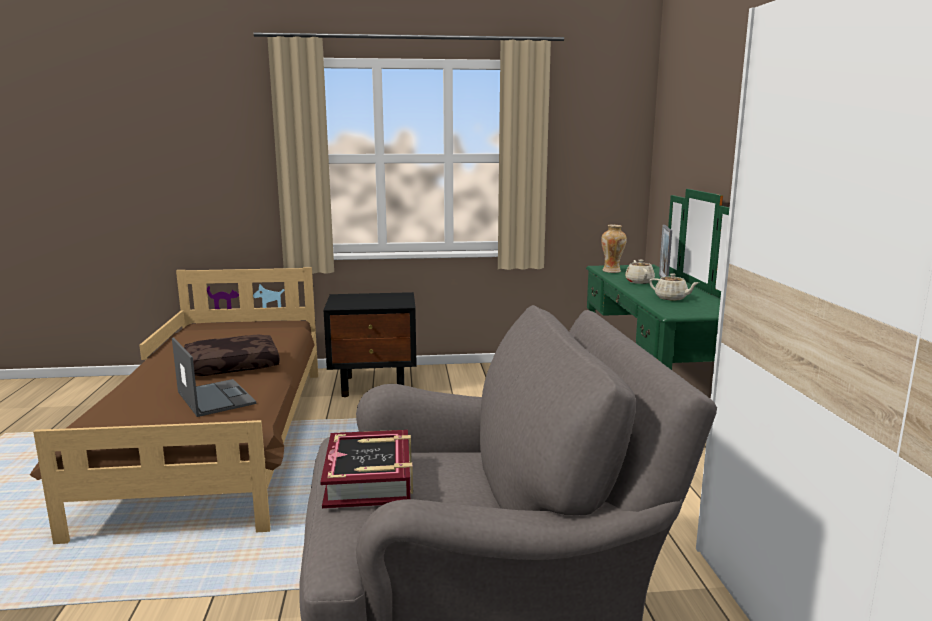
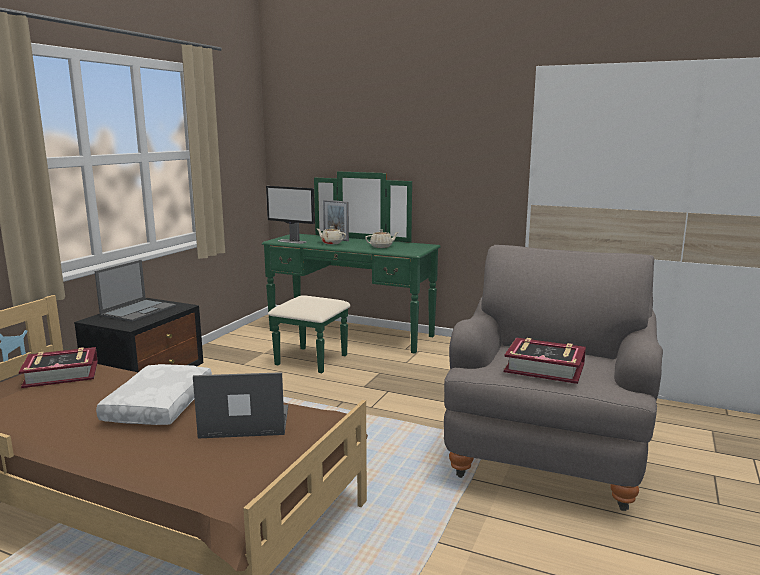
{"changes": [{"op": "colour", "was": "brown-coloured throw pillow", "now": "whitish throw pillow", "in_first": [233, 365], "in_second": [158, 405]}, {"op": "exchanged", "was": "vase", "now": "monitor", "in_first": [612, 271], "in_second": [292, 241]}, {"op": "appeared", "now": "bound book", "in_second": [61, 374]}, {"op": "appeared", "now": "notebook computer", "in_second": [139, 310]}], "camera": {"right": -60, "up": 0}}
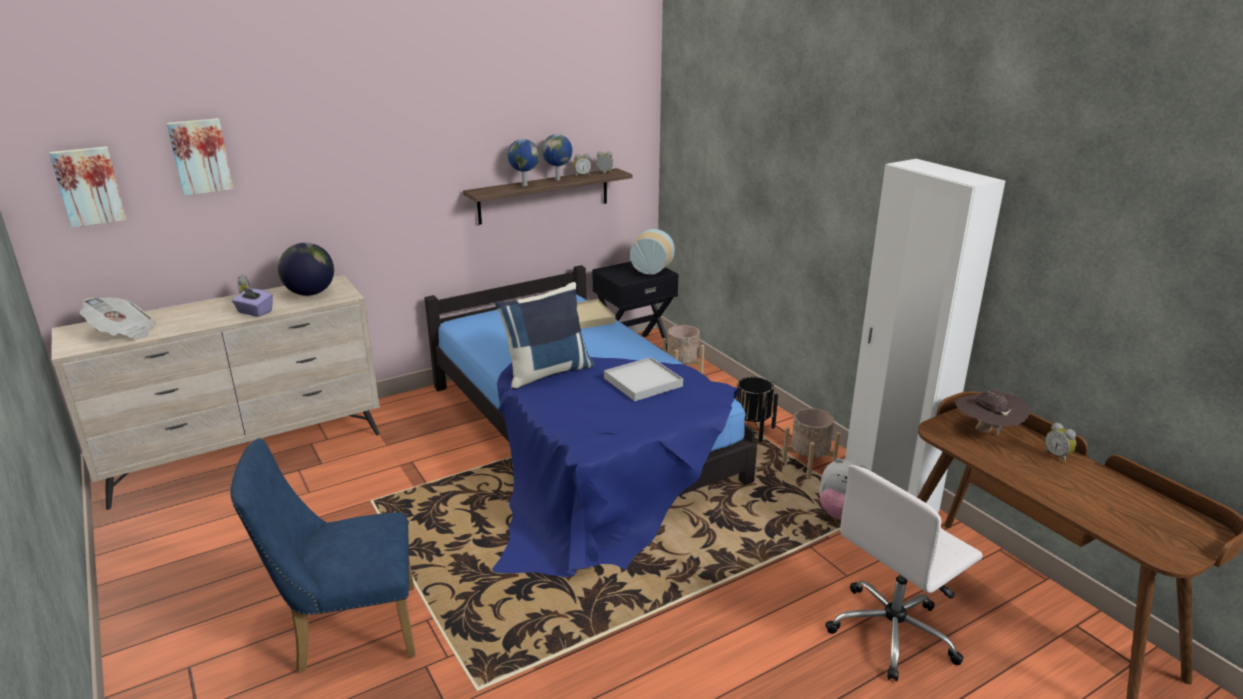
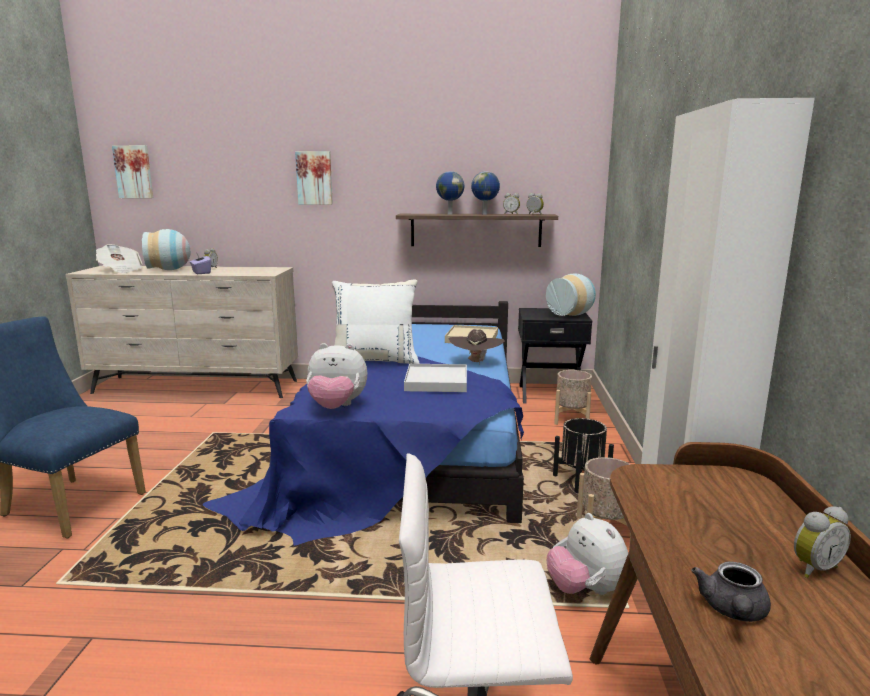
{"changes": [{"op": "relocated", "was": "wall picture", "in_first": [200, 156], "in_second": [314, 178]}, {"op": "missing", "was": "globe", "in_first": [310, 293]}, {"op": "colour", "was": "bluish throw pillow", "now": "whitish throw pillow", "in_first": [547, 372], "in_second": [375, 360]}, {"op": "relocated", "was": "brown-coloured hat", "in_first": [985, 431], "in_second": [476, 362]}, {"op": "spun", "was": "bedside clock", "in_first": [1057, 456], "in_second": [813, 568], "clockwise": -120}, {"op": "appeared", "now": "vase", "in_second": [169, 270]}, {"op": "appeared", "now": "cuddly toy", "in_second": [336, 407]}, {"op": "appeared", "now": "greyish pot for tea", "in_second": [732, 611]}], "camera": {"right": 35, "up": -10}}
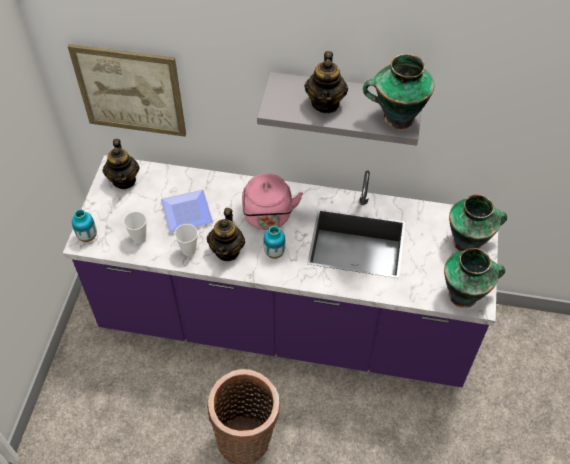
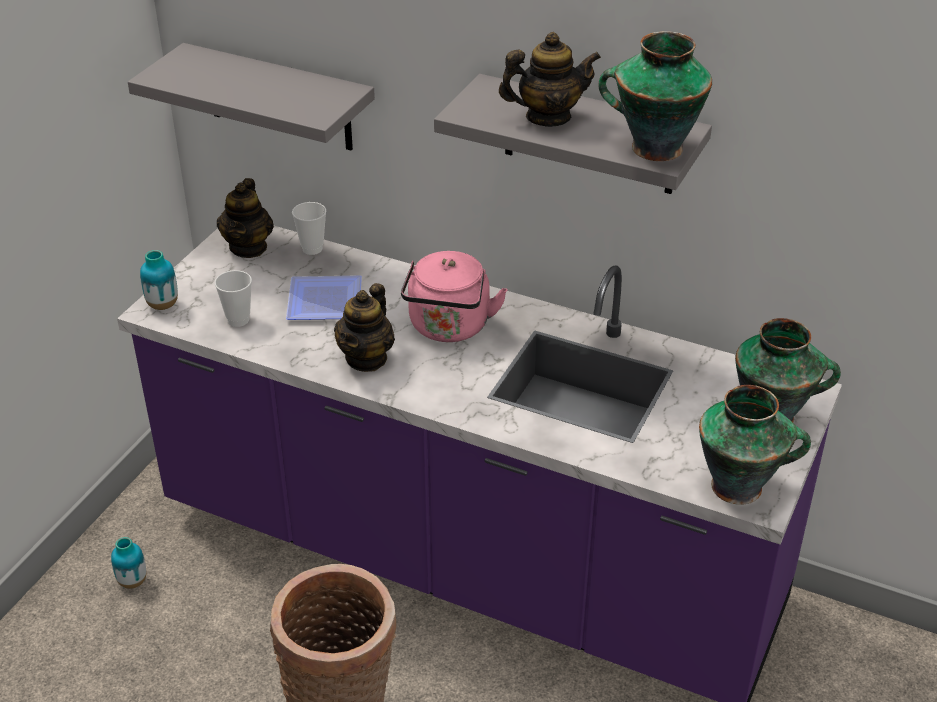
{"changes": [{"op": "exchanged", "was": "wall picture", "now": "greyish shelf", "in_first": [130, 91], "in_second": [279, 98]}, {"op": "relocated", "was": "cup", "in_first": [189, 250], "in_second": [312, 249]}, {"op": "relocated", "was": "vase", "in_first": [274, 253], "in_second": [132, 581]}, {"op": "spun", "was": "pot for tea", "in_first": [325, 103], "in_second": [548, 117], "clockwise": -120}], "camera": {"right": 15, "up": -15}}
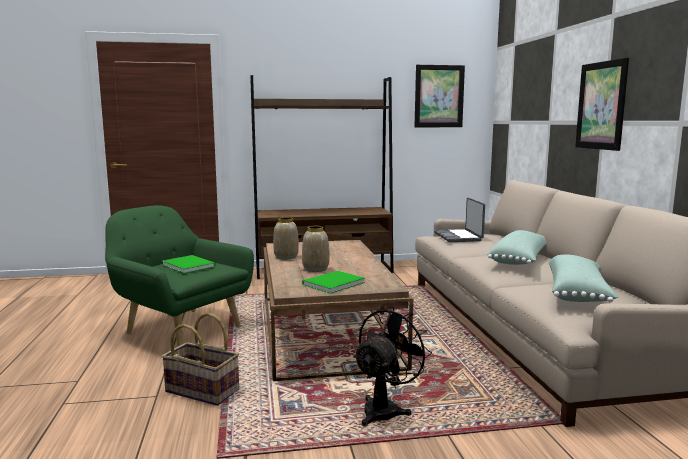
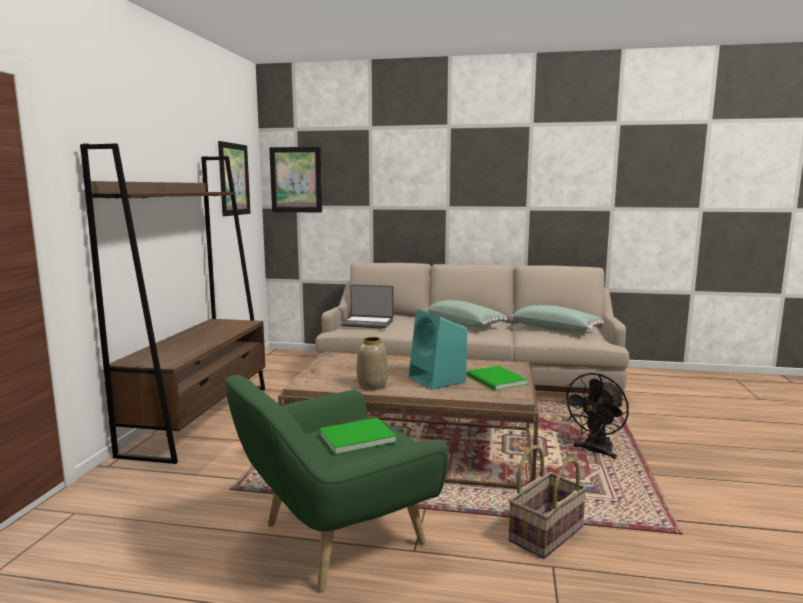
{"changes": [{"op": "exchanged", "was": "vase", "now": "turquoise loudspeaker", "in_first": [315, 269], "in_second": [438, 380]}, {"op": "spun", "was": "black-coloured fan", "in_first": [385, 409], "in_second": [595, 452], "clockwise": -105}, {"op": "relocated", "was": "wall picture", "in_first": [601, 105], "in_second": [296, 180]}], "camera": {"right": -70, "up": 0}}
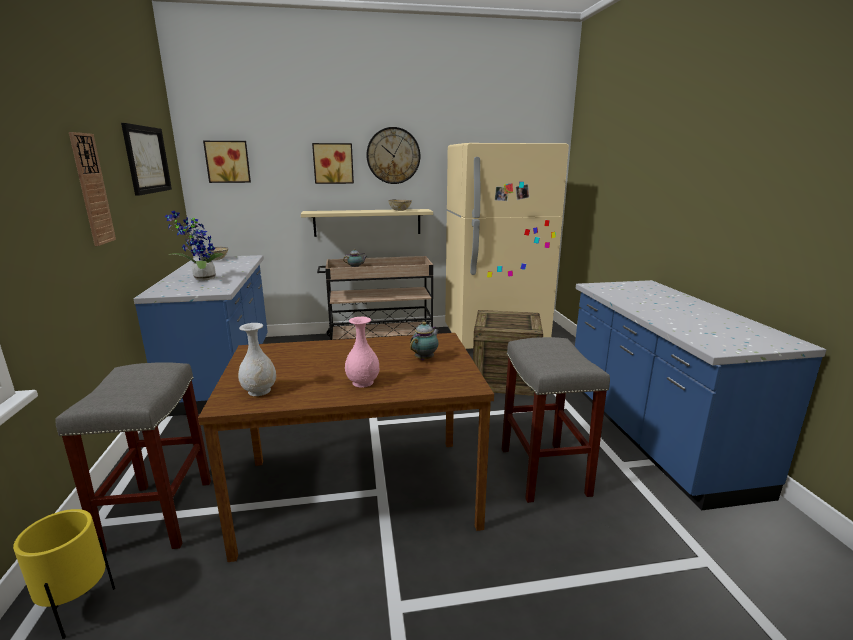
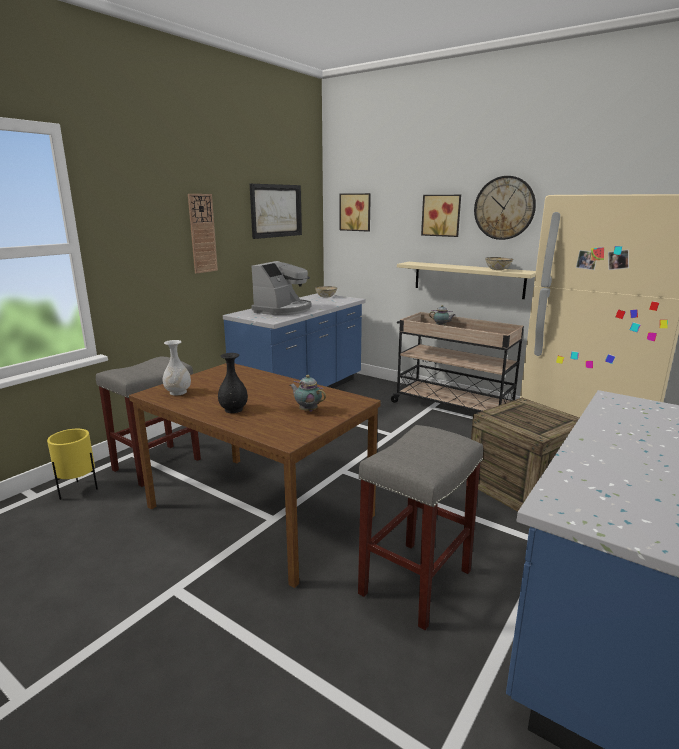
{"changes": [{"op": "exchanged", "was": "houseplant", "now": "coffee maker", "in_first": [202, 279], "in_second": [283, 310]}, {"op": "colour", "was": "pinkish vase", "now": "black-coloured vase", "in_first": [363, 382], "in_second": [234, 409]}, {"op": "spun", "was": "pot for tea", "in_first": [425, 358], "in_second": [307, 410], "clockwise": -135}], "camera": {"right": 45, "up": 0}}
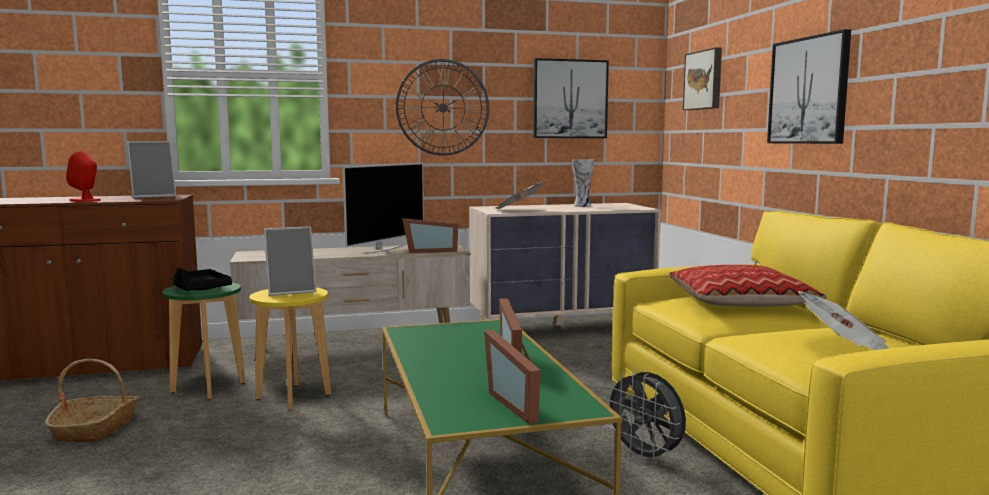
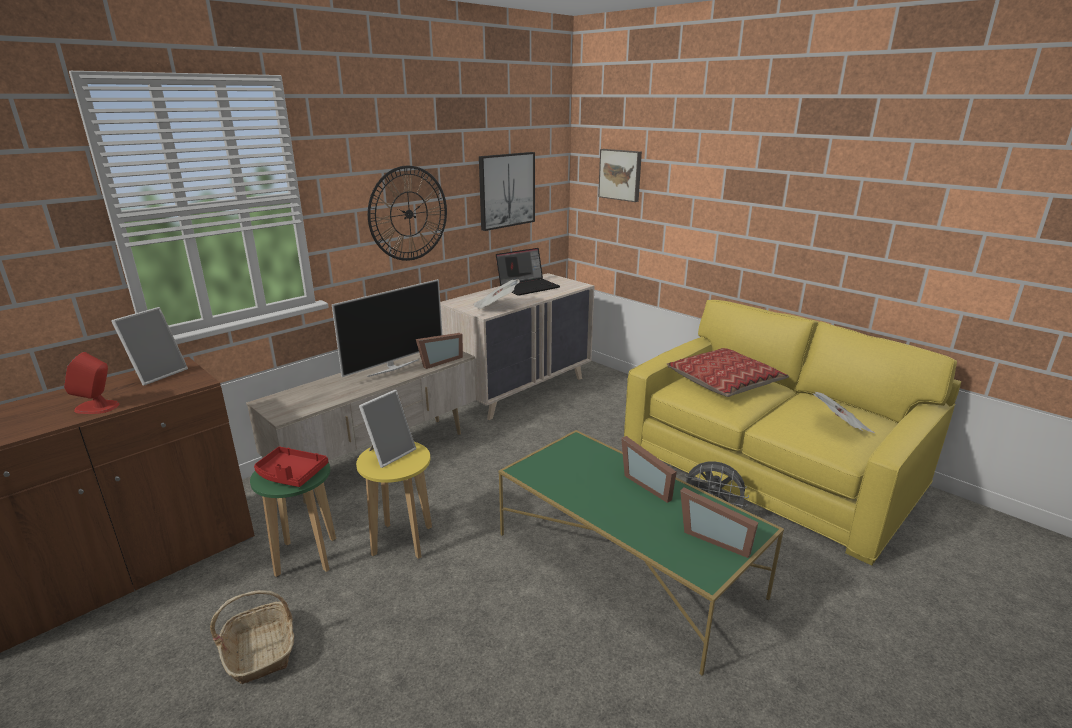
{"changes": [{"op": "colour", "was": "black-coloured tray", "now": "red-coloured tray", "in_first": [199, 289], "in_second": [290, 474]}, {"op": "spun", "was": "TV set", "in_first": [383, 249], "in_second": [393, 367], "clockwise": 45}, {"op": "exchanged", "was": "vase", "now": "notebook computer", "in_first": [582, 206], "in_second": [528, 286]}, {"op": "missing", "was": "wall picture", "in_first": [809, 91]}], "camera": {"right": -30, "up": 15}}
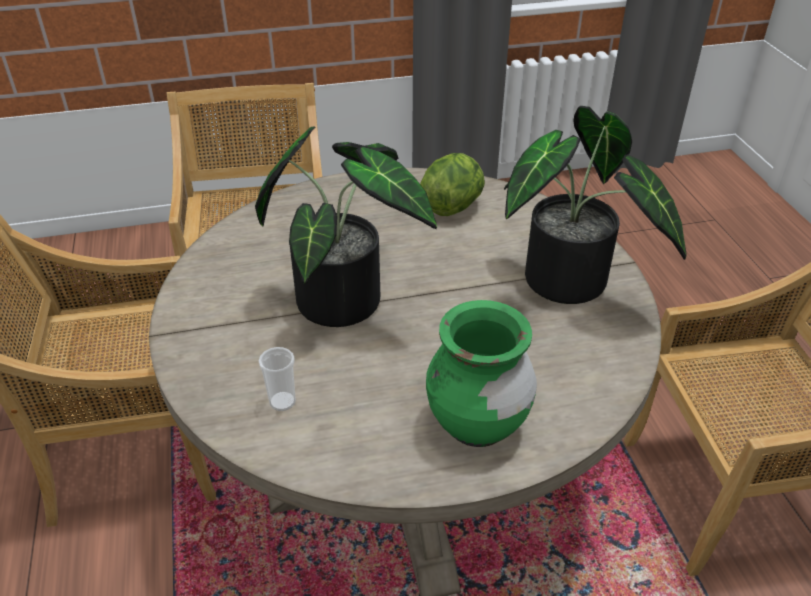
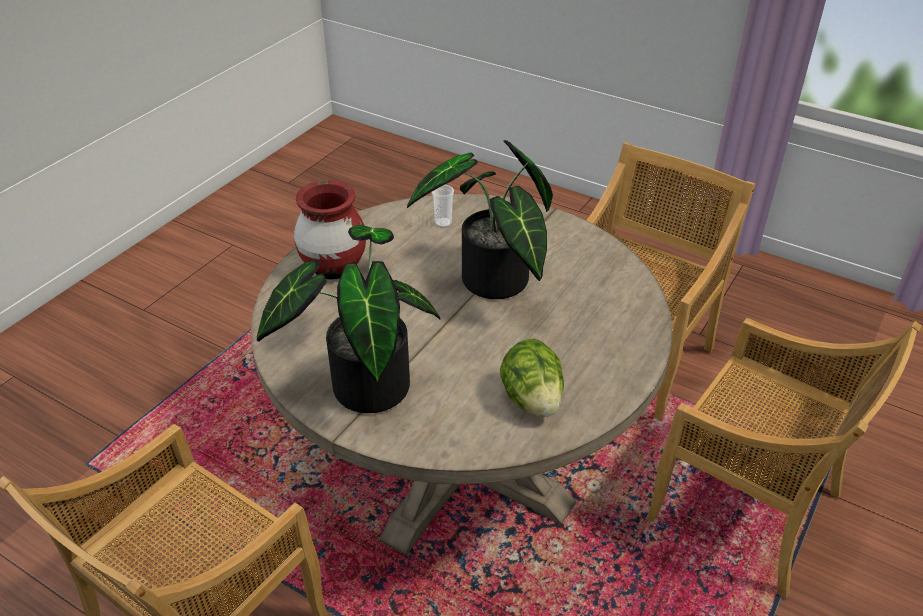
{"changes": [{"op": "colour", "was": "greenish vase", "now": "red-coloured vase", "in_first": [477, 425], "in_second": [333, 268]}], "camera": {"right": 135, "up": 0}}
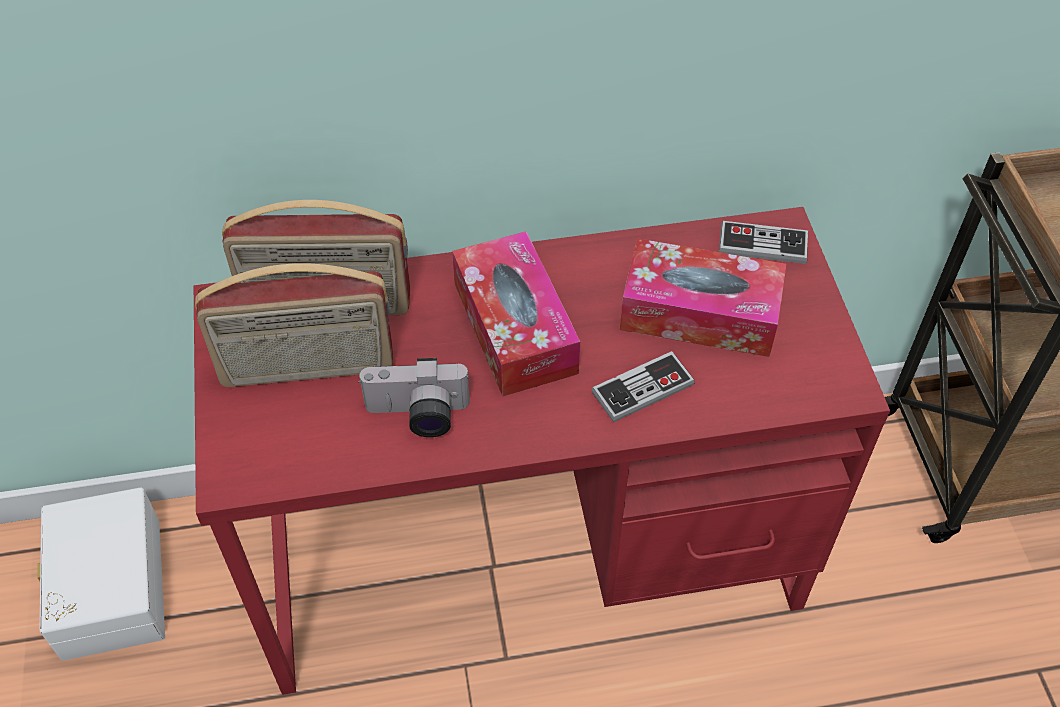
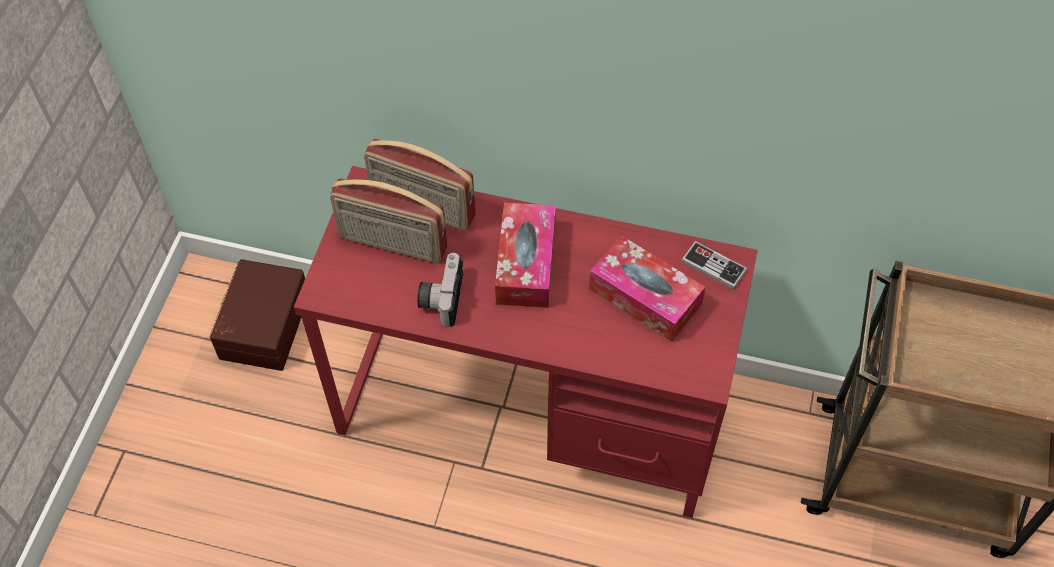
{"changes": [{"op": "colour", "was": "whitish storage container", "now": "brown-coloured storage container", "in_first": [107, 588], "in_second": [262, 325]}, {"op": "spun", "was": "photo camera", "in_first": [417, 416], "in_second": [440, 297], "clockwise": 75}, {"op": "missing", "was": "game controller", "in_first": [643, 388]}], "camera": {"right": 25, "up": 5}}
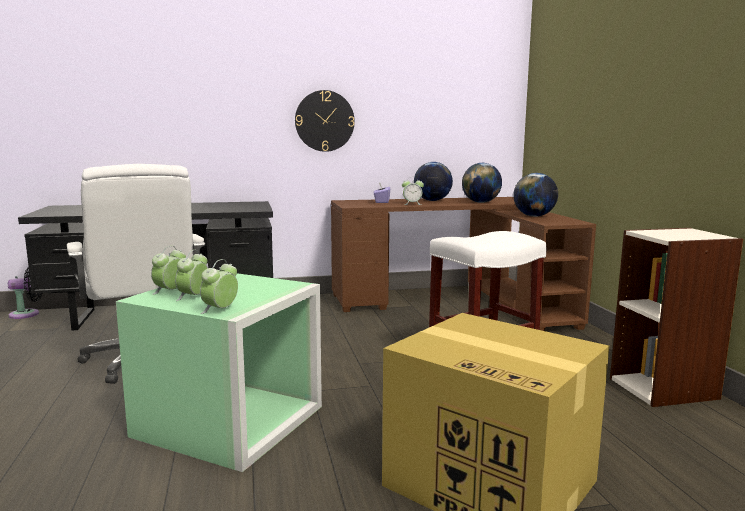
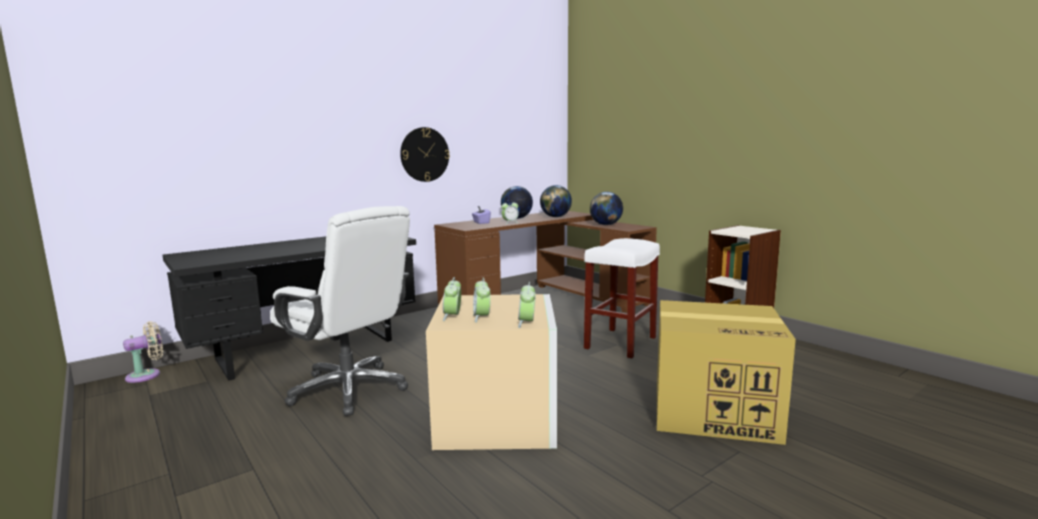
{"changes": [{"op": "colour", "was": "black-coloured fan", "now": "beige fan", "in_first": [27, 314], "in_second": [147, 375]}, {"op": "colour", "was": "greenish storage container", "now": "beige storage container", "in_first": [230, 422], "in_second": [498, 419]}], "camera": {"right": -25, "up": 0}}
